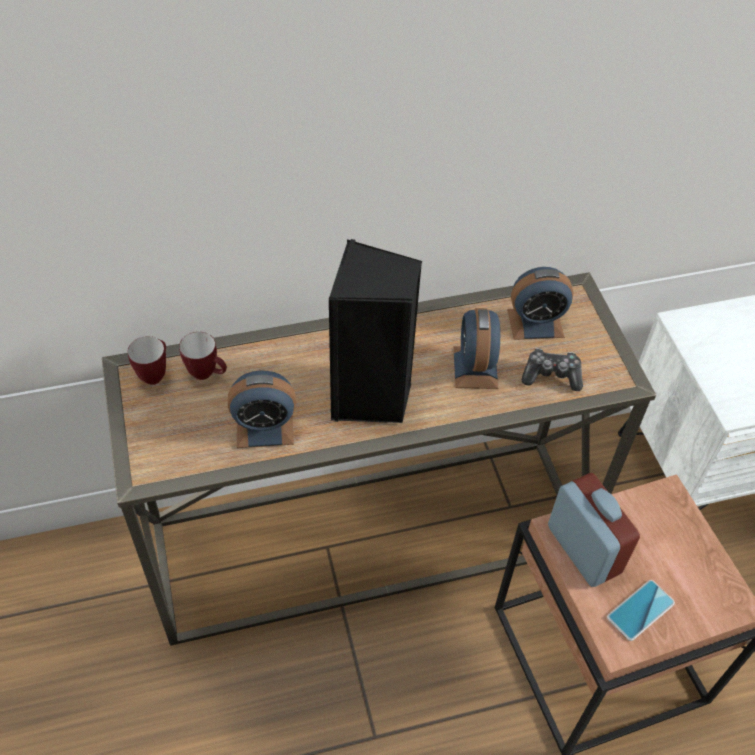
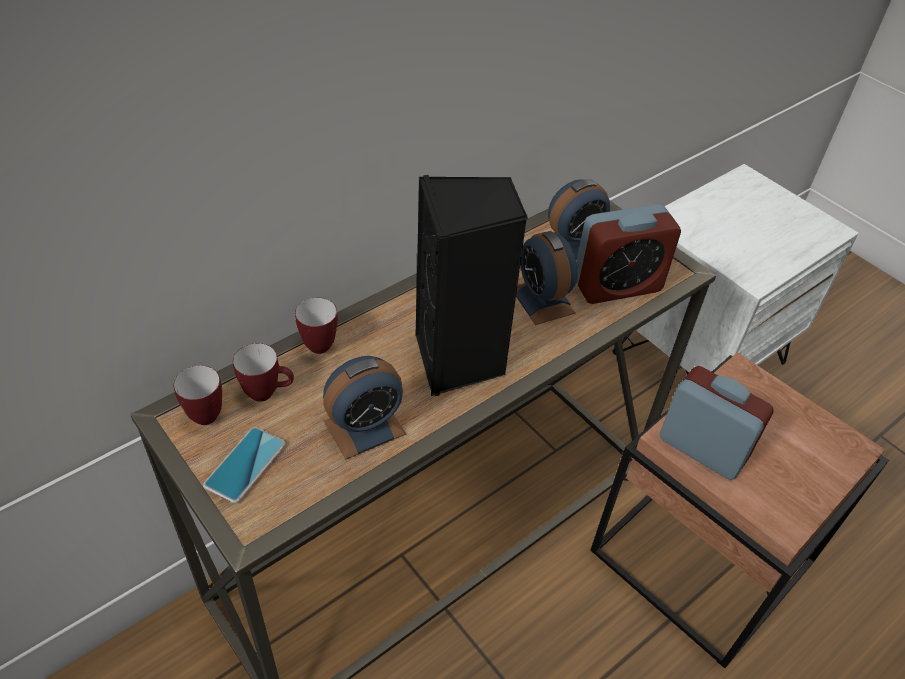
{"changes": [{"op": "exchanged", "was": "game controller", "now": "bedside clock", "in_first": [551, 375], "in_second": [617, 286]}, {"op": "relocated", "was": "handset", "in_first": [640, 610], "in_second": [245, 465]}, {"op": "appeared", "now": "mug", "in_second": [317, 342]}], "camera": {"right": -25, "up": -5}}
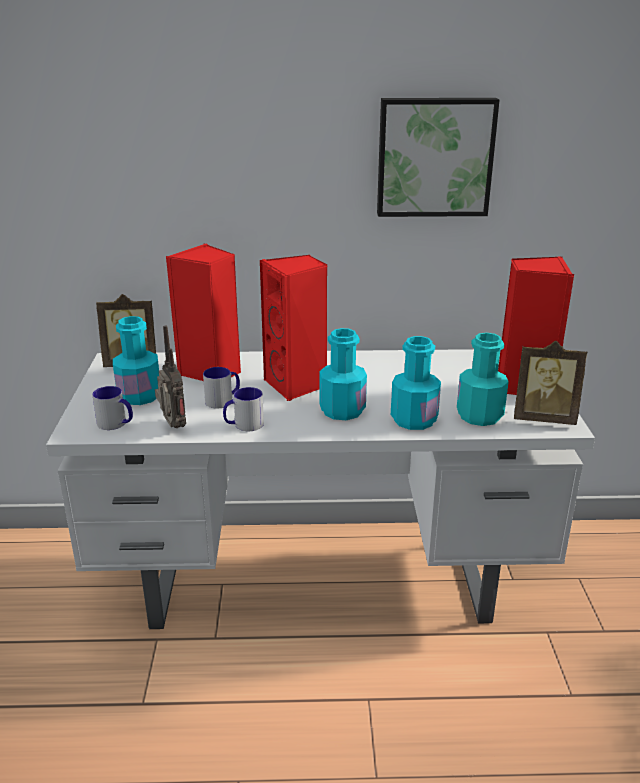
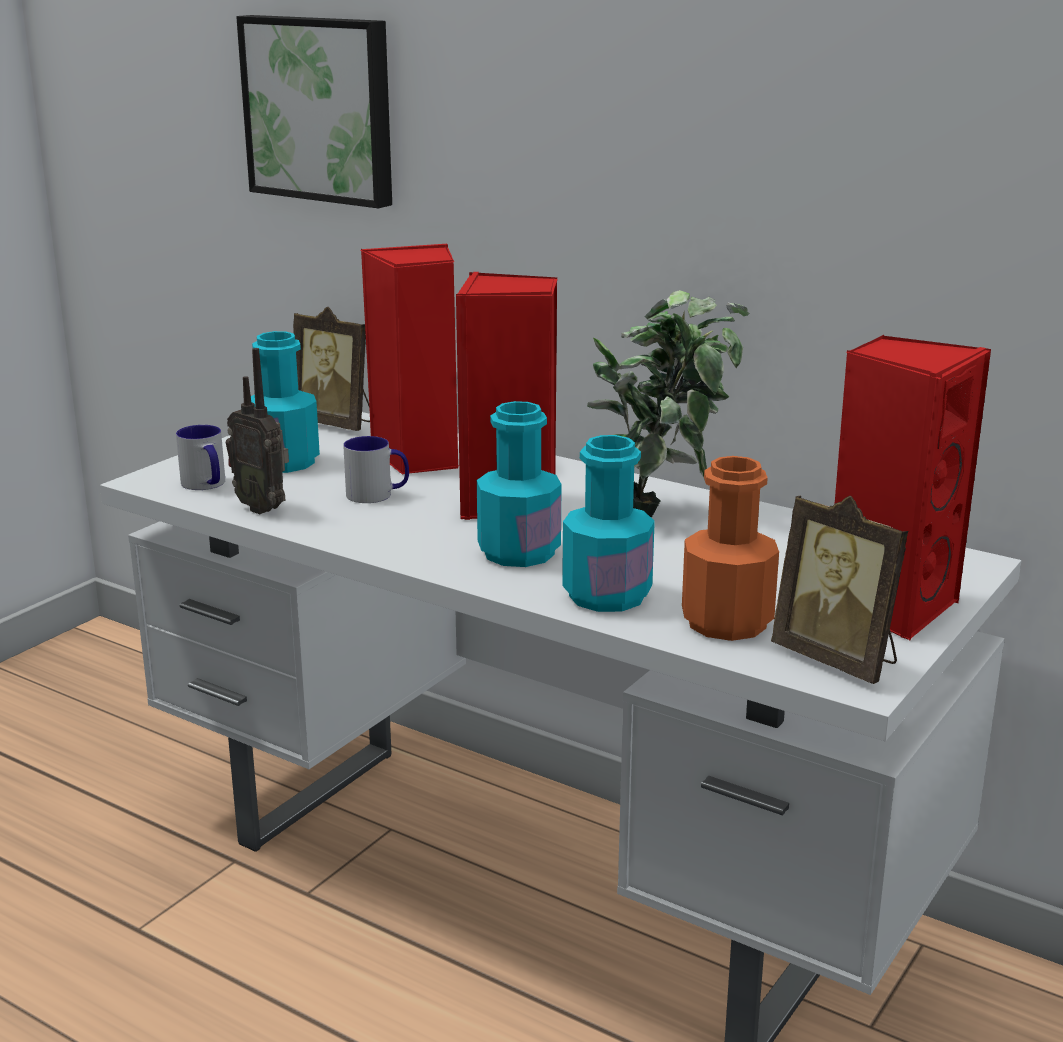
{"changes": [{"op": "spun", "was": "radio", "in_first": [173, 427], "in_second": [263, 508], "clockwise": 120}, {"op": "missing", "was": "mug", "in_first": [243, 425]}, {"op": "relocated", "was": "wall picture", "in_first": [434, 157], "in_second": [321, 109]}, {"op": "colour", "was": "turquoise bottle", "now": "orange-coloured bottle", "in_first": [479, 416], "in_second": [727, 622]}, {"op": "appeared", "now": "houseplant", "in_second": [662, 513]}], "camera": {"right": 35, "up": -5}}
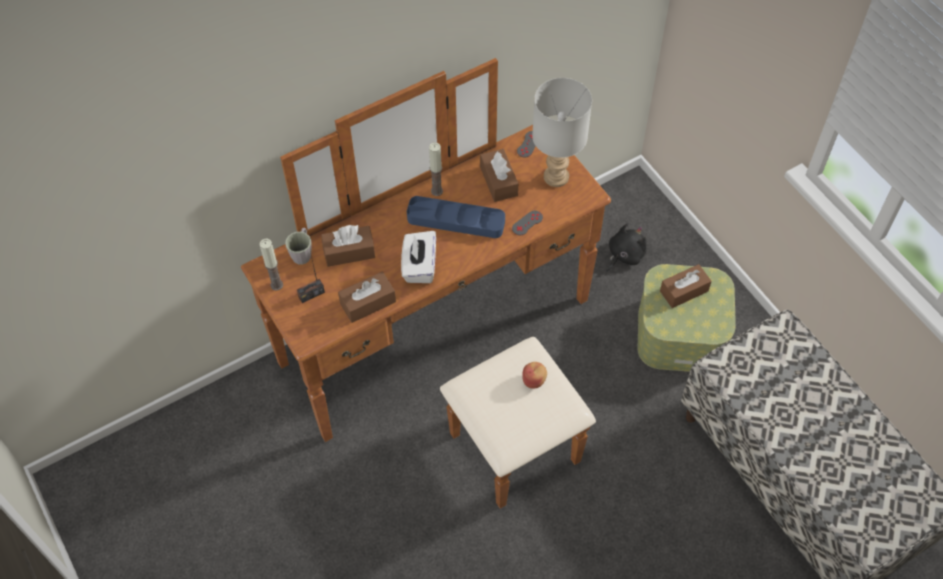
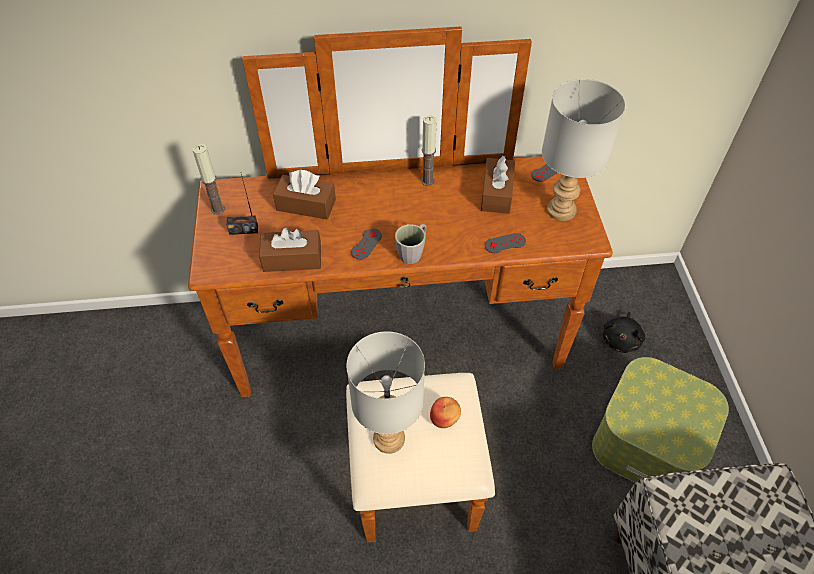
{"changes": [{"op": "relocated", "was": "greyish mug", "in_first": [302, 253], "in_second": [413, 252]}, {"op": "exchanged", "was": "whitish box of tissues", "now": "greyish game controller", "in_first": [419, 266], "in_second": [366, 244]}, {"op": "missing", "was": "bluish tray", "in_first": [456, 220]}, {"op": "spun", "was": "black-coloured cuddly toy", "in_first": [624, 255], "in_second": [621, 339], "clockwise": 135}, {"op": "missing", "was": "brown-coloured box of tissues", "in_first": [684, 291]}, {"op": "appeared", "now": "greyish tabletop lamp", "in_second": [388, 437]}], "camera": {"right": 25, "up": -5}}
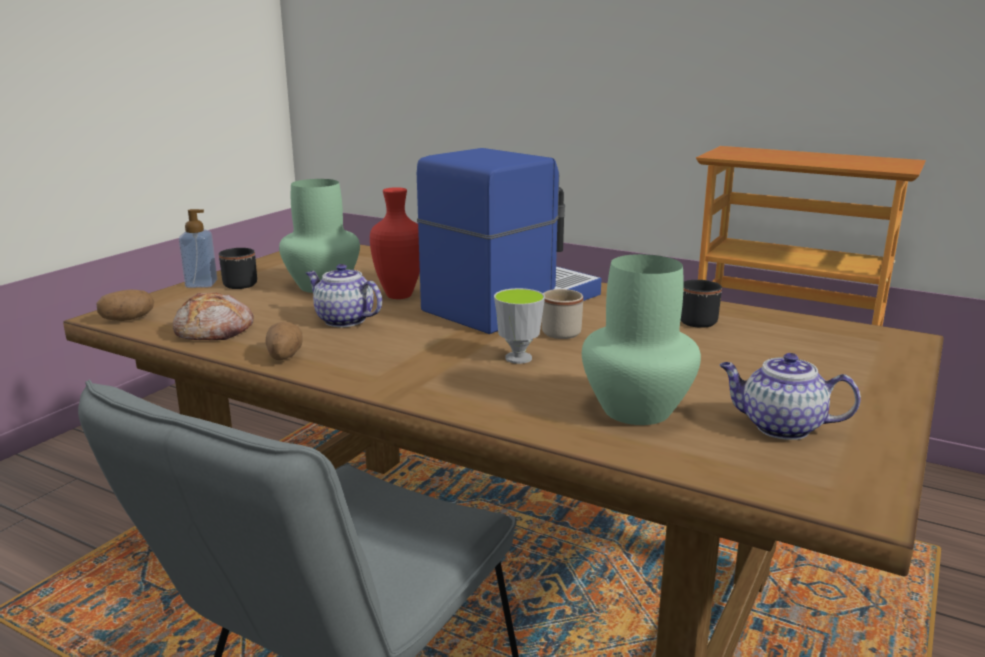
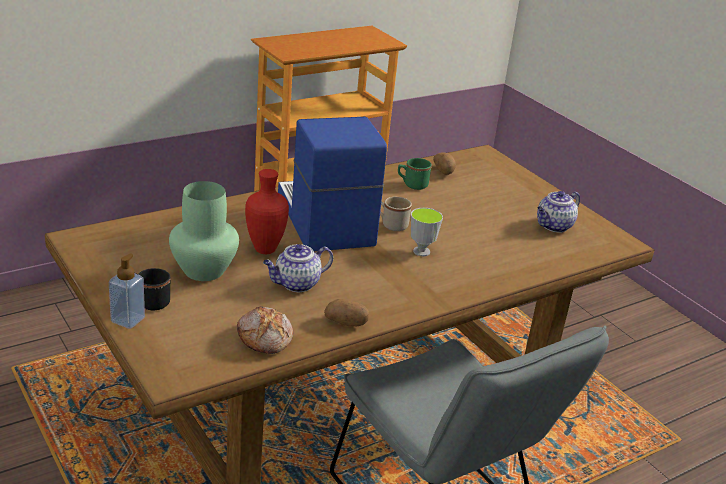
{"changes": [{"op": "relocated", "was": "whole potato", "in_first": [128, 319], "in_second": [444, 171]}, {"op": "missing", "was": "greenish vase", "in_first": [634, 410]}, {"op": "colour", "was": "black-coloured mug", "now": "greenish mug", "in_first": [693, 320], "in_second": [412, 184]}], "camera": {"right": -65, "up": 10}}
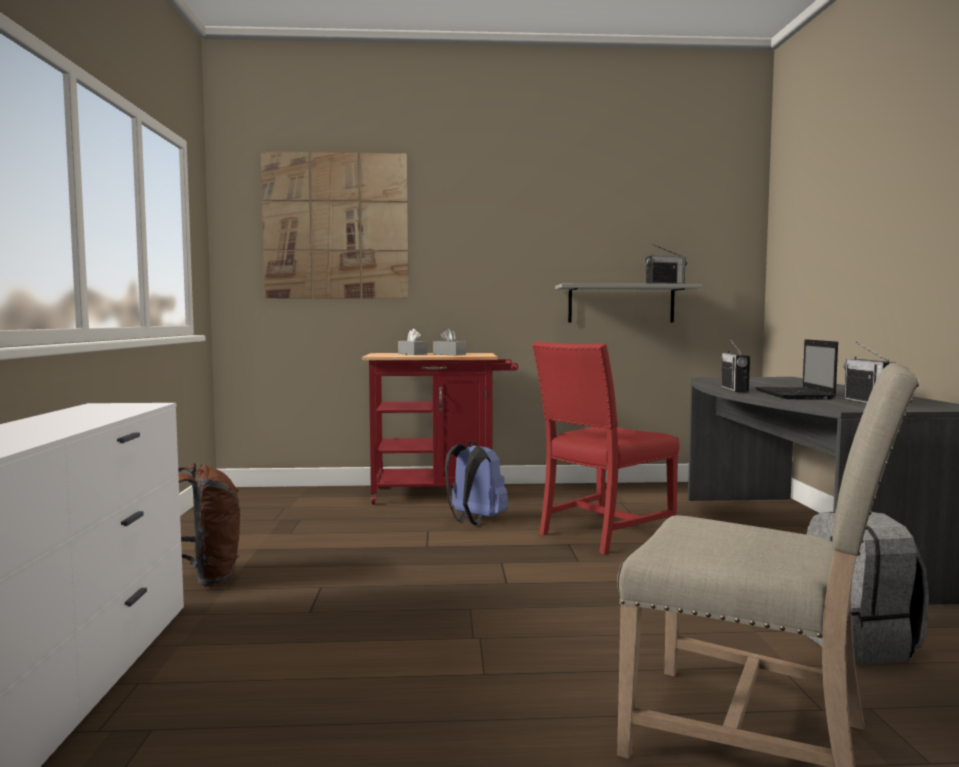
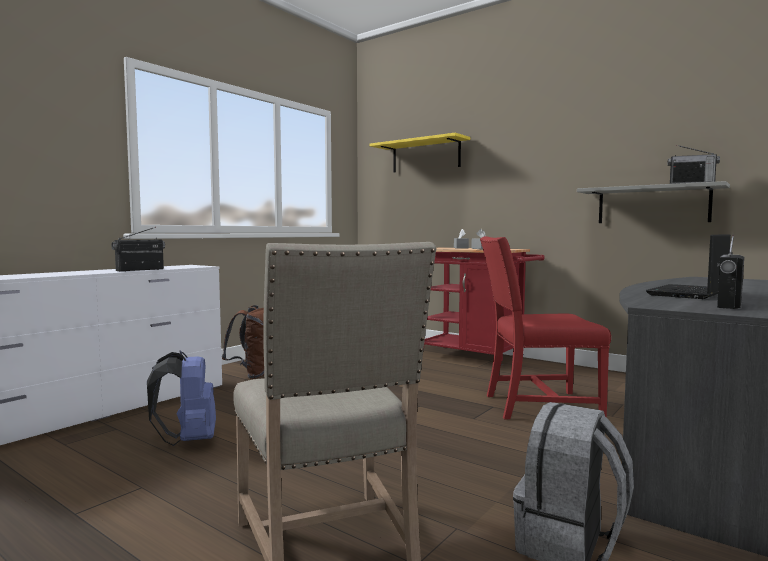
{"changes": [{"op": "exchanged", "was": "wall picture", "now": "yellow-coloured shelf", "in_first": [336, 226], "in_second": [425, 156]}, {"op": "relocated", "was": "bluish backpack", "in_first": [474, 520], "in_second": [189, 440]}, {"op": "relocated", "was": "radio", "in_first": [734, 389], "in_second": [140, 270]}], "camera": {"right": 40, "up": 0}}
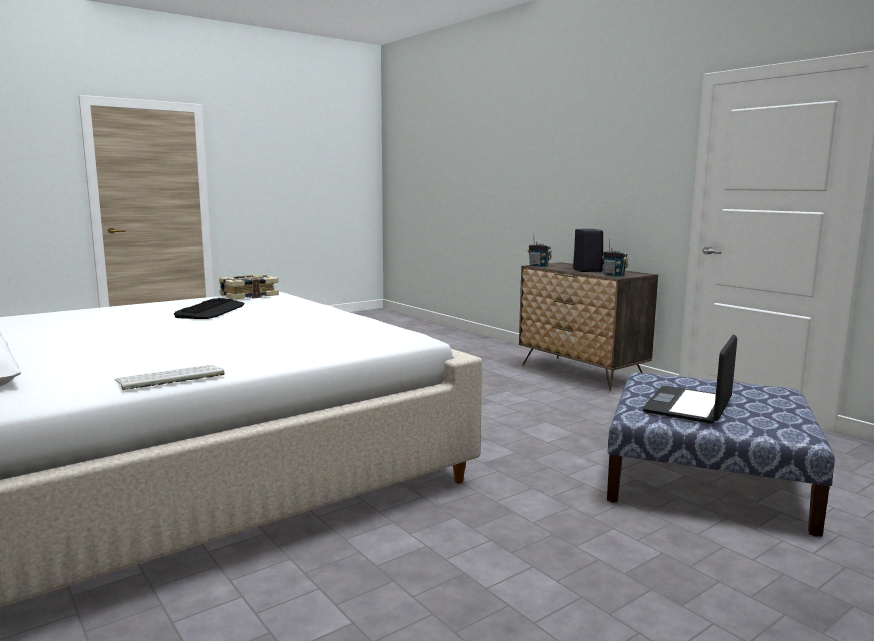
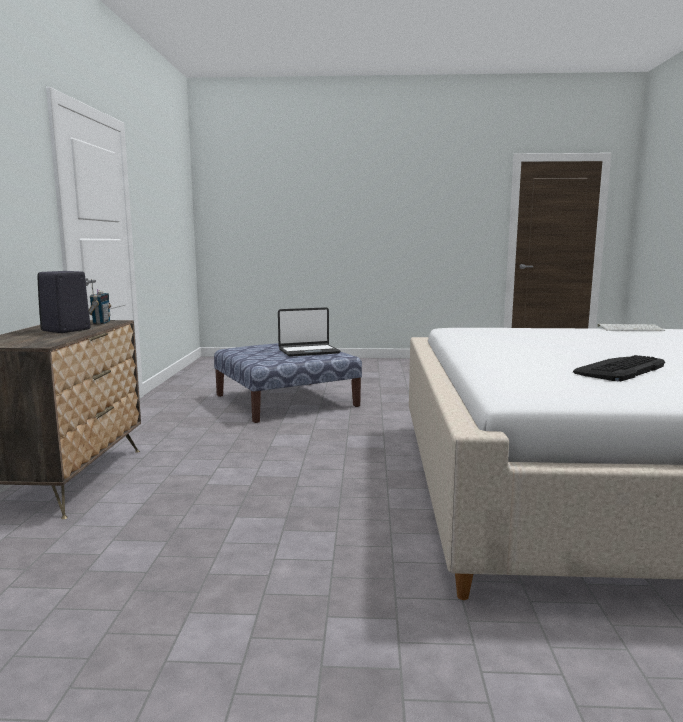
{"changes": [{"op": "missing", "was": "bound book", "in_first": [248, 296]}, {"op": "missing", "was": "radio", "in_first": [539, 266]}], "camera": {"right": -140, "up": 0}}
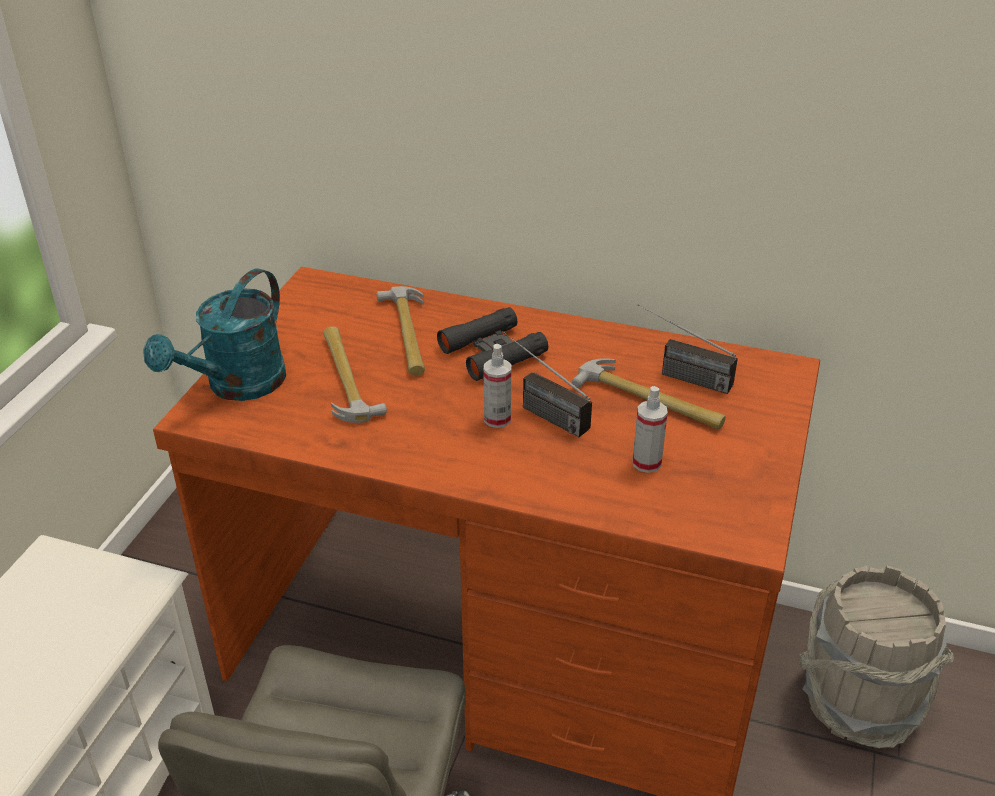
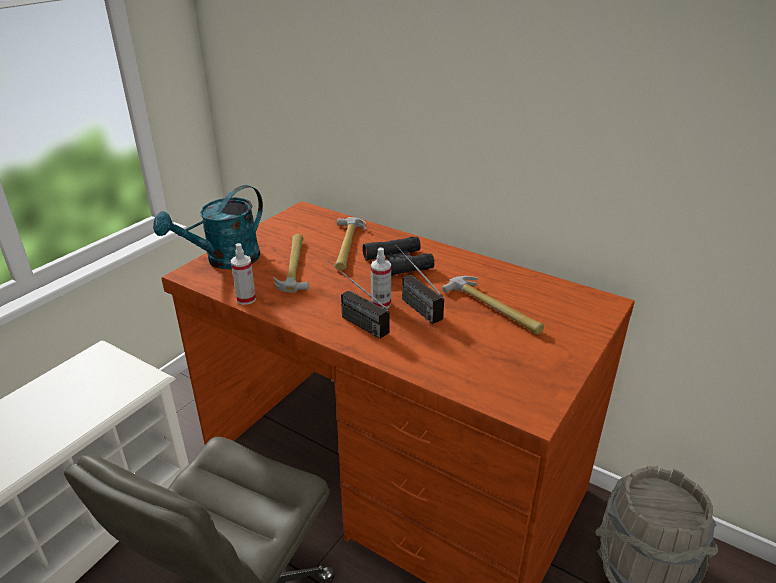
{"changes": [{"op": "relocated", "was": "hand sprayer", "in_first": [646, 463], "in_second": [246, 299]}, {"op": "relocated", "was": "radio", "in_first": [678, 375], "in_second": [353, 319]}], "camera": {"right": 15, "up": -5}}
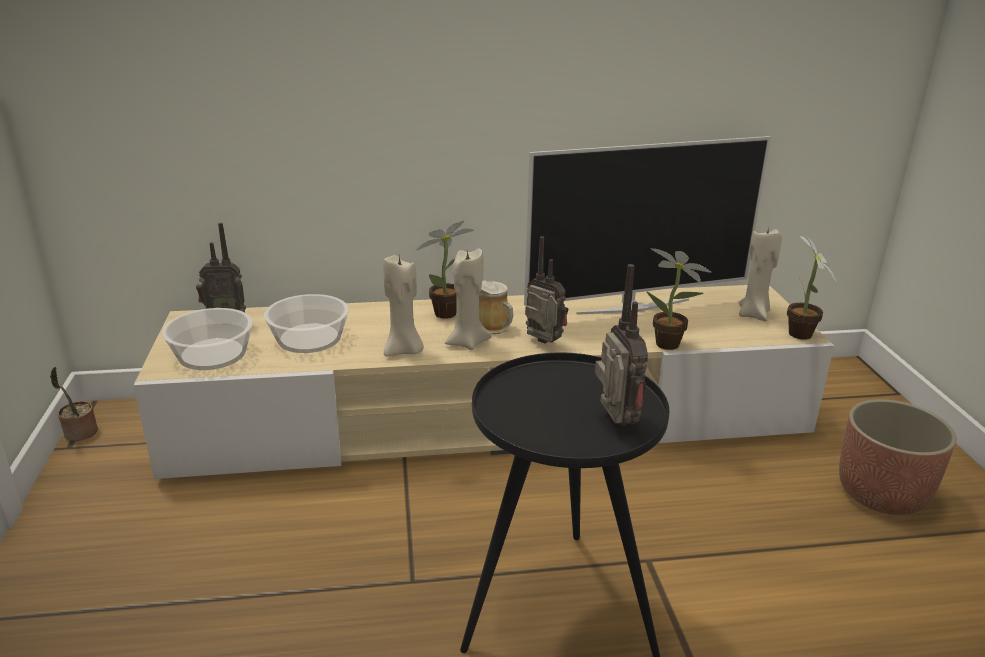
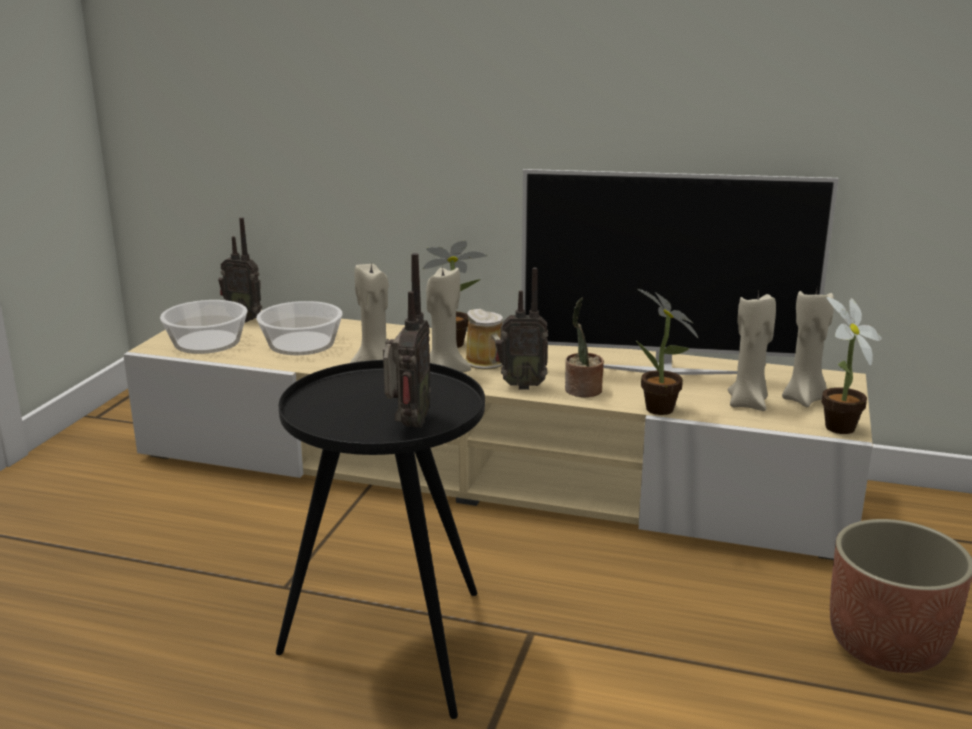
{"changes": [{"op": "relocated", "was": "houseplant", "in_first": [80, 433], "in_second": [582, 391]}, {"op": "spun", "was": "radio", "in_first": [542, 343], "in_second": [521, 385], "clockwise": 120}, {"op": "appeared", "now": "beige candle", "in_second": [748, 404]}], "camera": {"right": 25, "up": -5}}
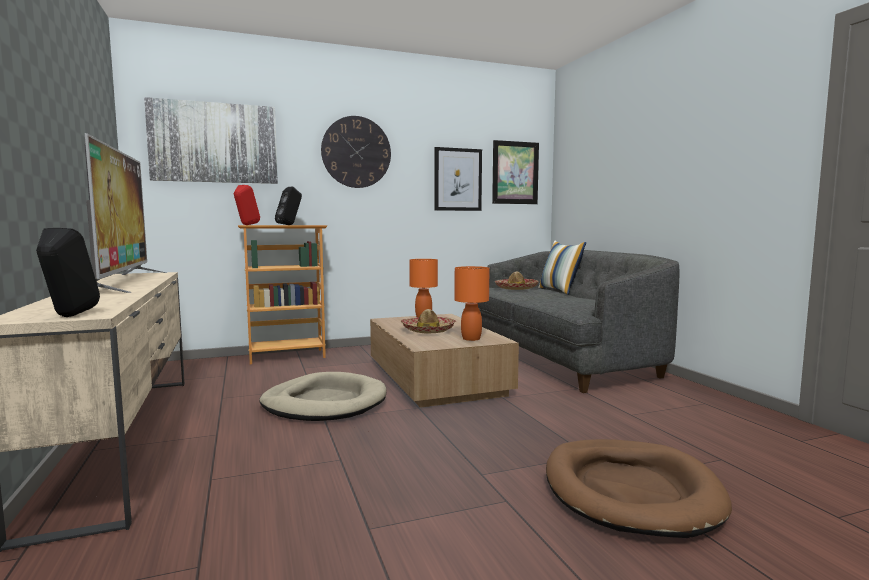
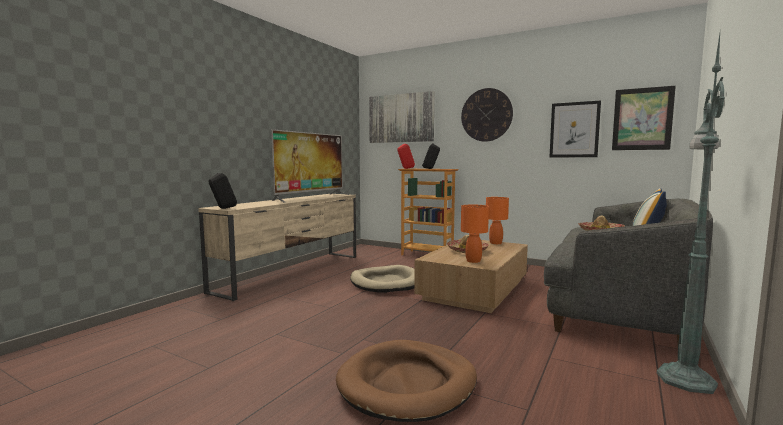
{"changes": [{"op": "appeared", "now": "greenish standing lamp", "in_second": [686, 378]}], "camera": {"right": 50, "up": 0}}
